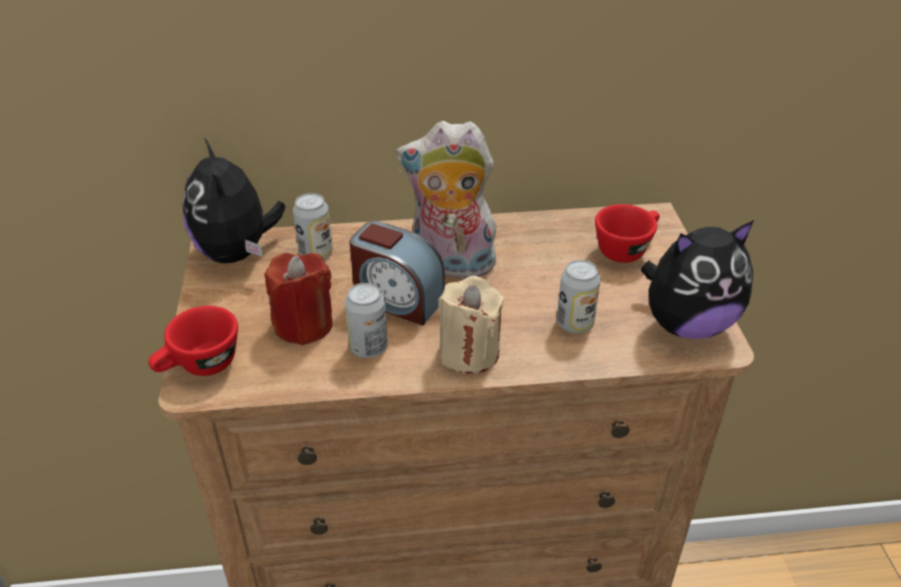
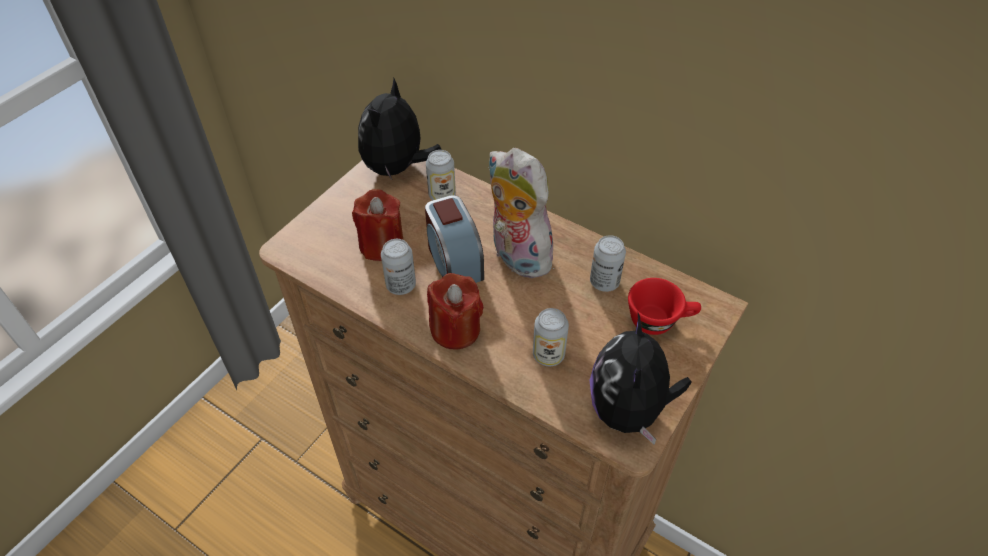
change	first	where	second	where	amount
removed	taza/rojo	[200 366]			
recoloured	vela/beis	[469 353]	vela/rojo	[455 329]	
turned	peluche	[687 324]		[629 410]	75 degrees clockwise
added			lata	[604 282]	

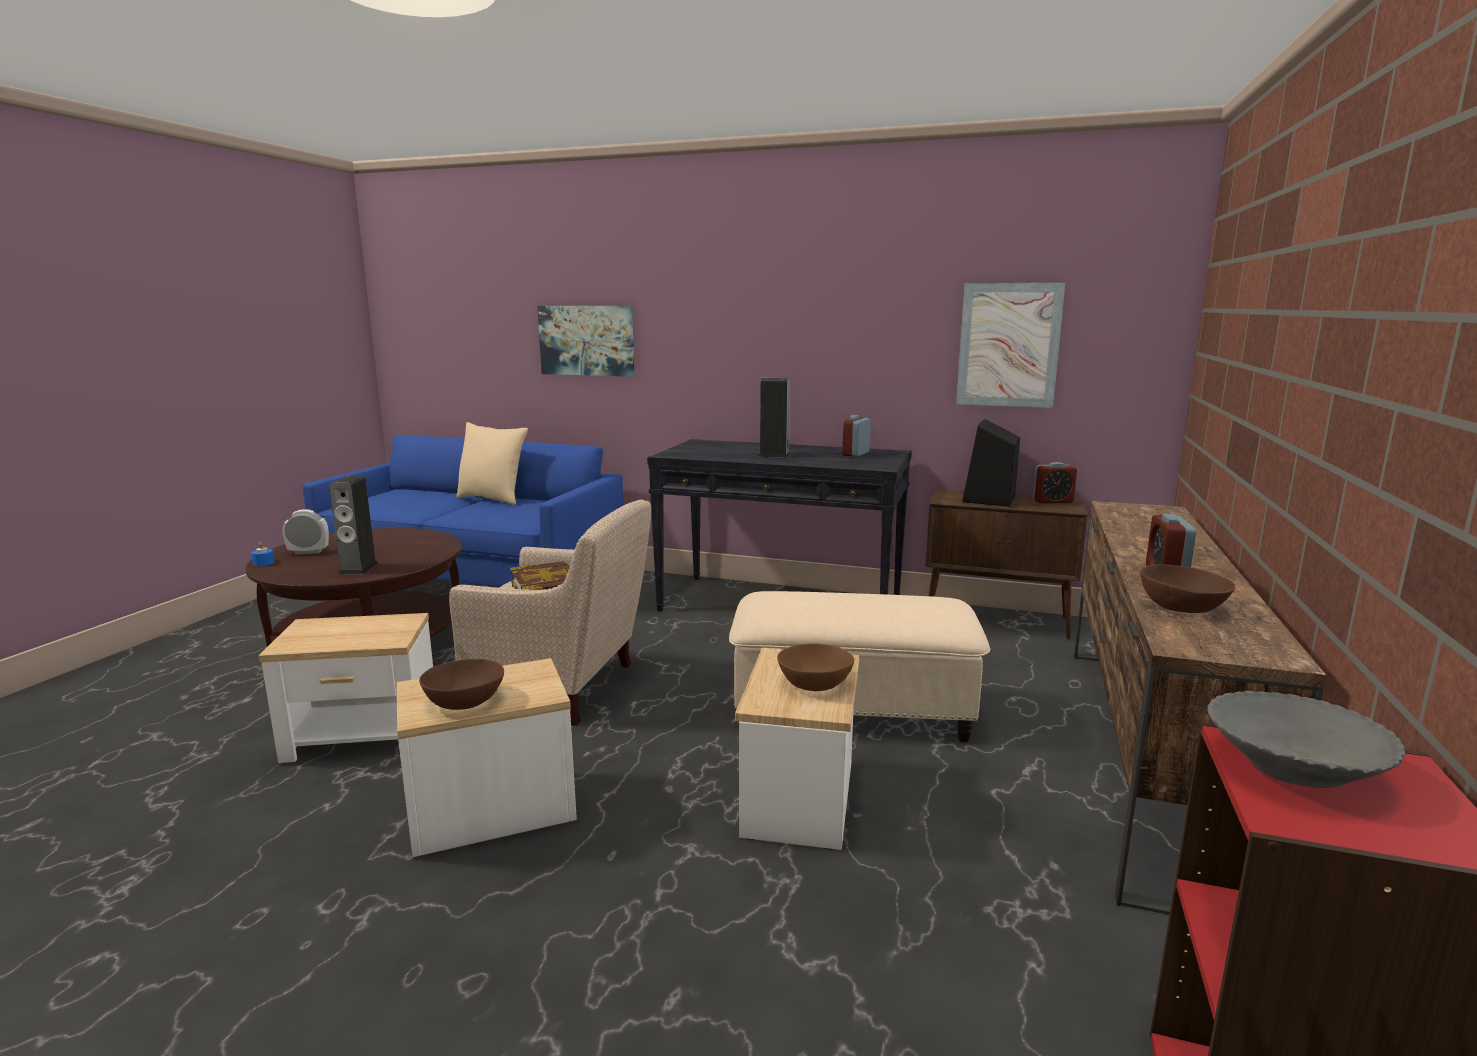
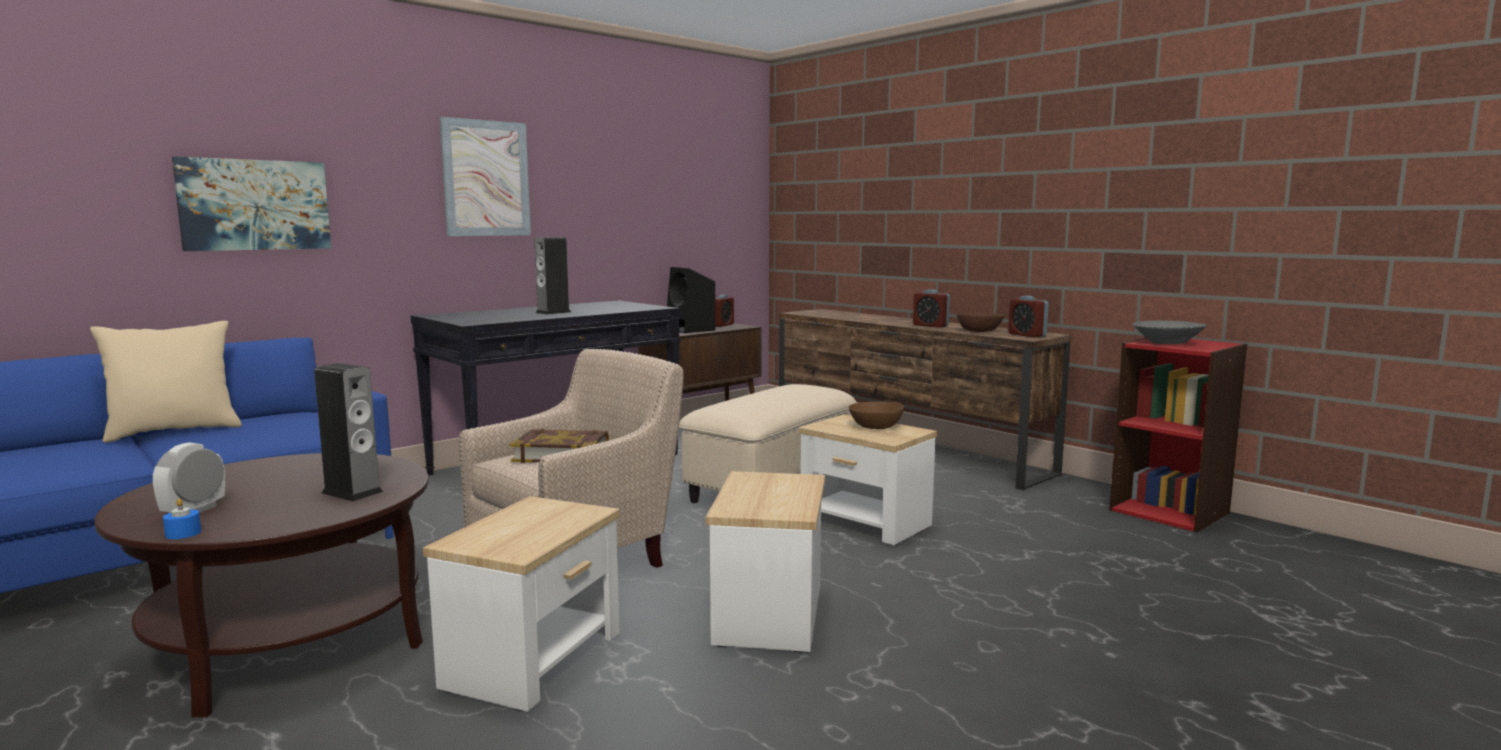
change	first	where	second	where	amount
removed	cuenco/marrón	[464 701]			
moved	despertador	[855 453]		[1027 335]	
moved	cuadro	[1008 345]		[486 178]	

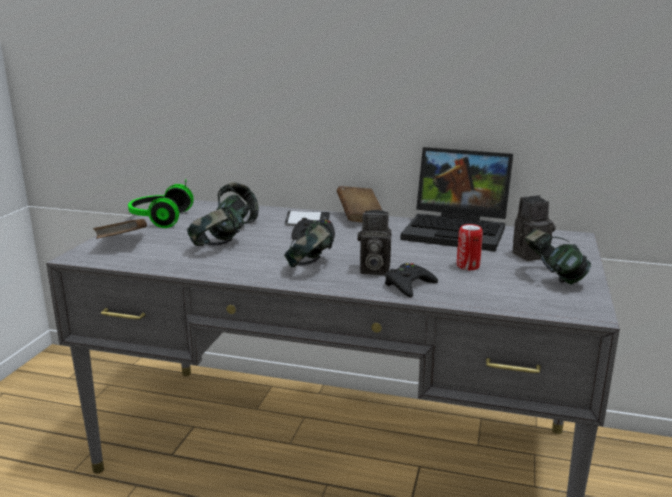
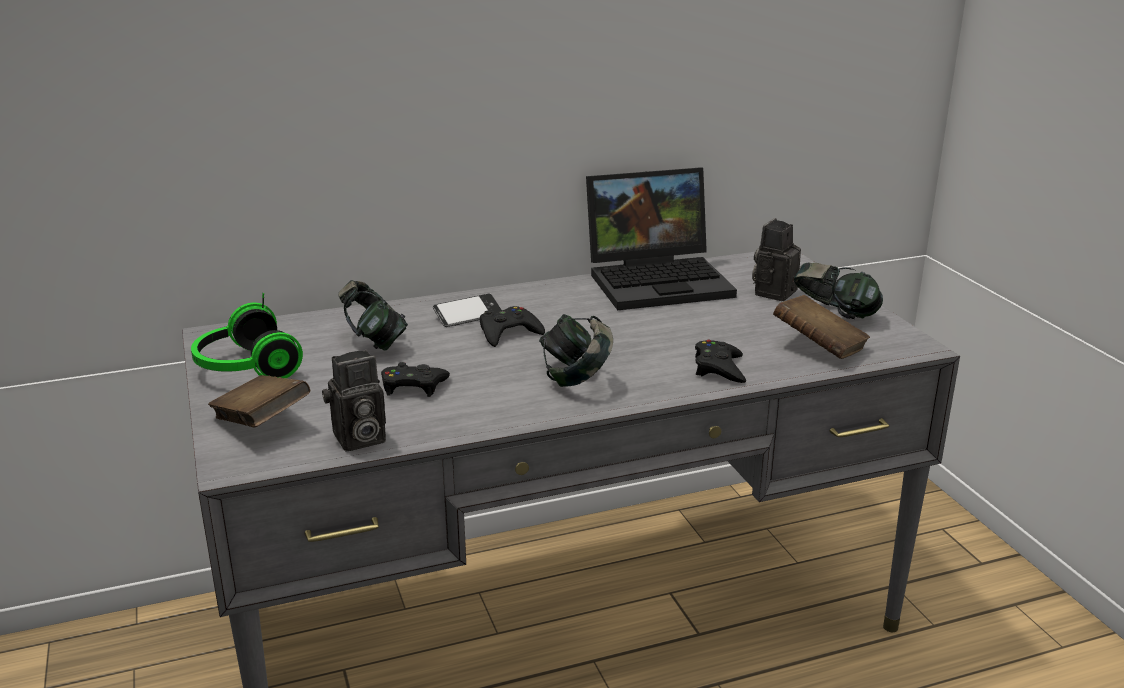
change	first	where	second	where	amount
replaced	auriculares	[218 247]	mando de consola/negro	[413 386]	
moved	libro/marrón	[360 218]		[818 347]	
moved	cámara	[373 270]		[357 440]	
removed	lata	[468 266]			

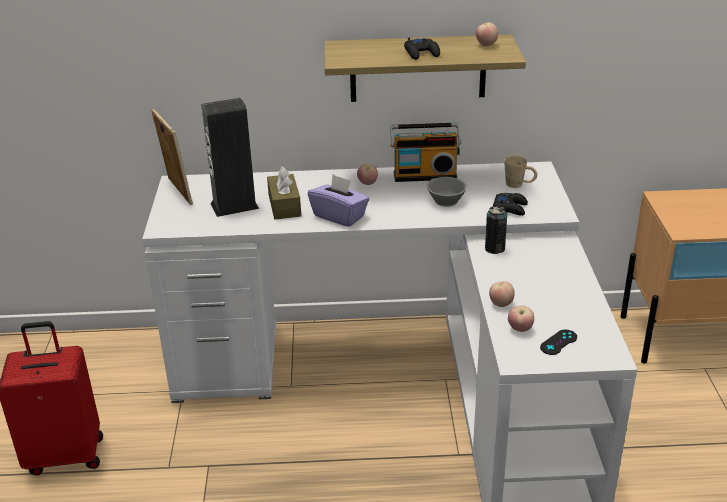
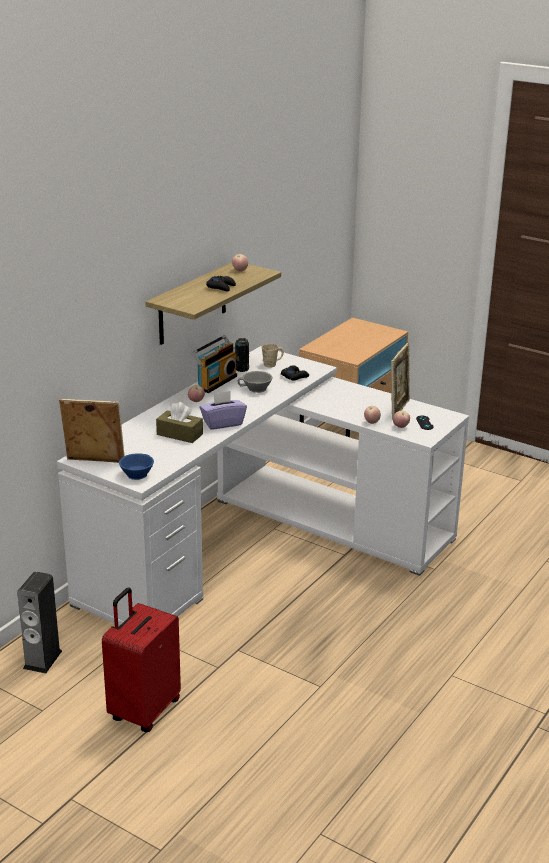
change	first	where	second	where	amount
moved	altavoz	[234 206]		[42 659]	
moved	lata	[494 249]		[242 369]	
added			taza/azul	[136 474]	
added			portarretratos	[398 409]	

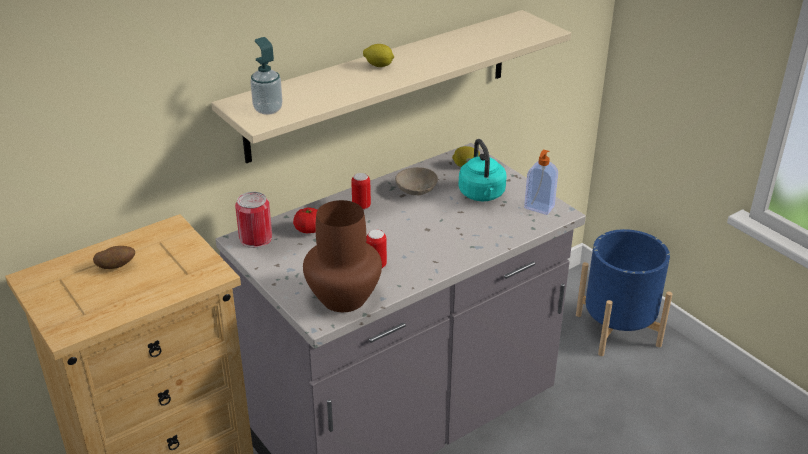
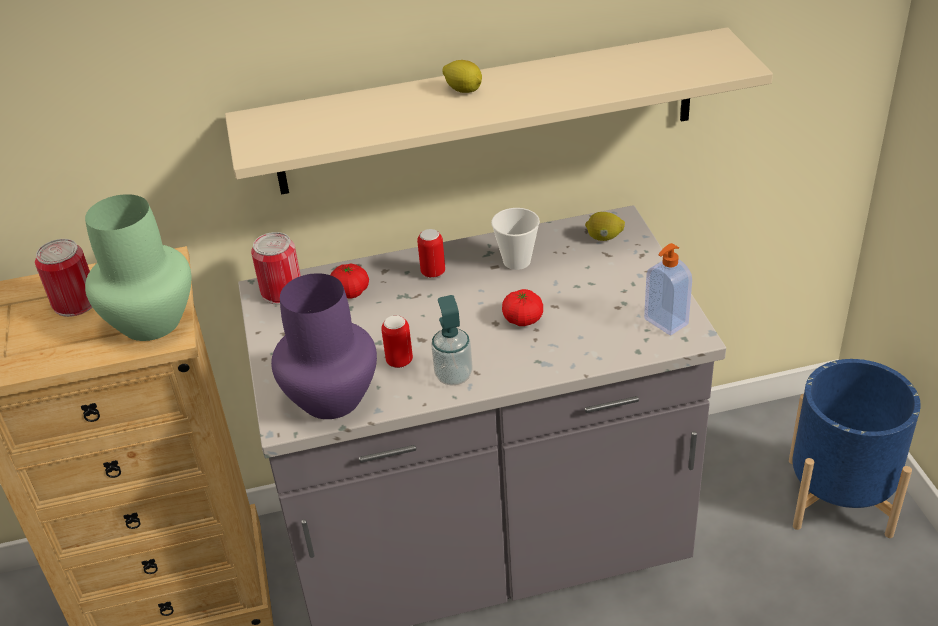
change	first	where	second	where	amount
replaced	patata	[116 267]	lata	[75 302]	
moved	dispensador de jabón	[268 109]		[453 376]	
recoloured	florero/marrón	[343 299]	florero/morado	[331 399]	
replaced	cuenco/beis	[415 189]	taza	[517 261]	
removed	hervidor/turquesa	[482 195]			
added			florero/verde	[153 322]	
added			tomate	[523 319]	

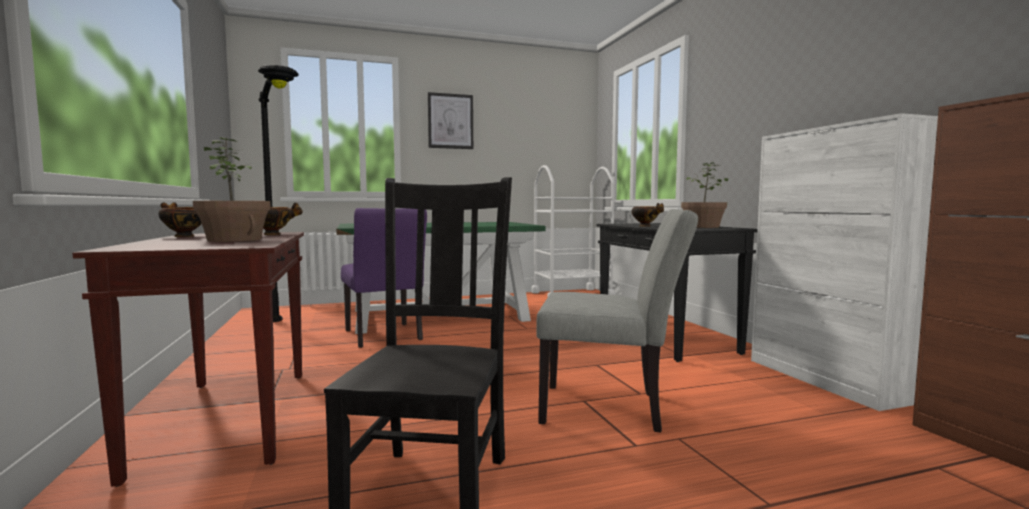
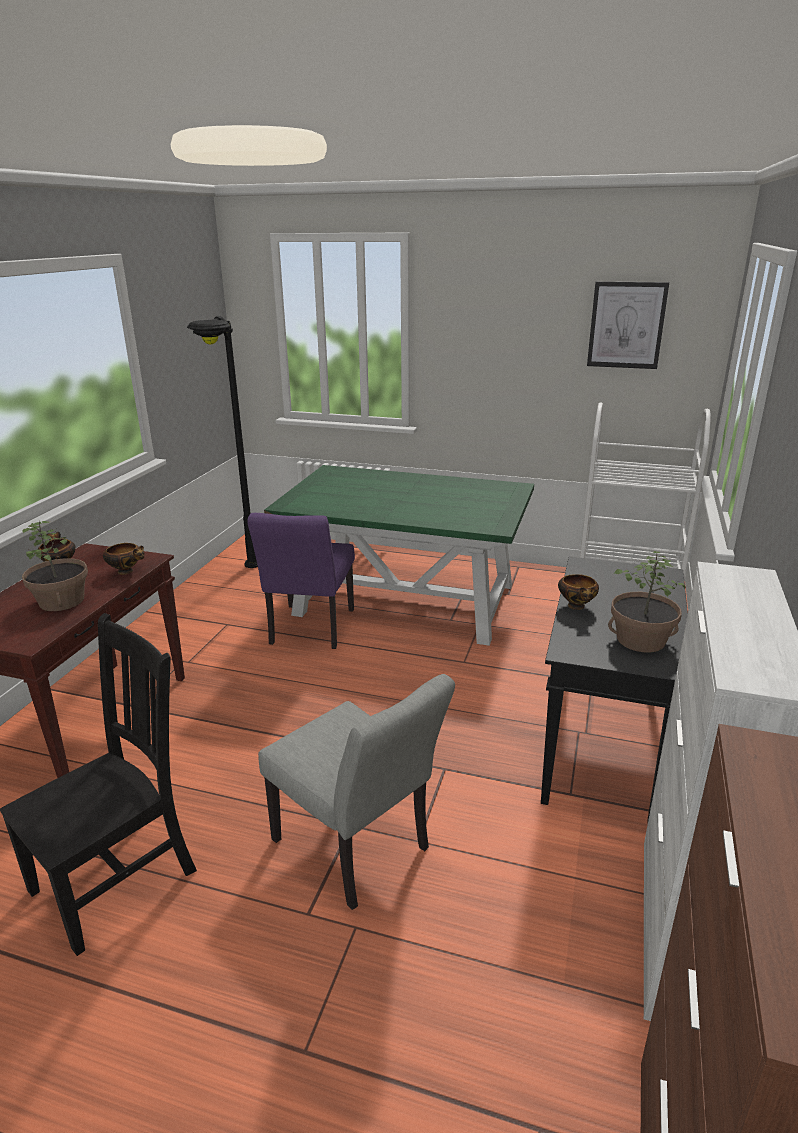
change	first	where	second	where	amount
moved	cuadro	[450 121]		[626 325]	

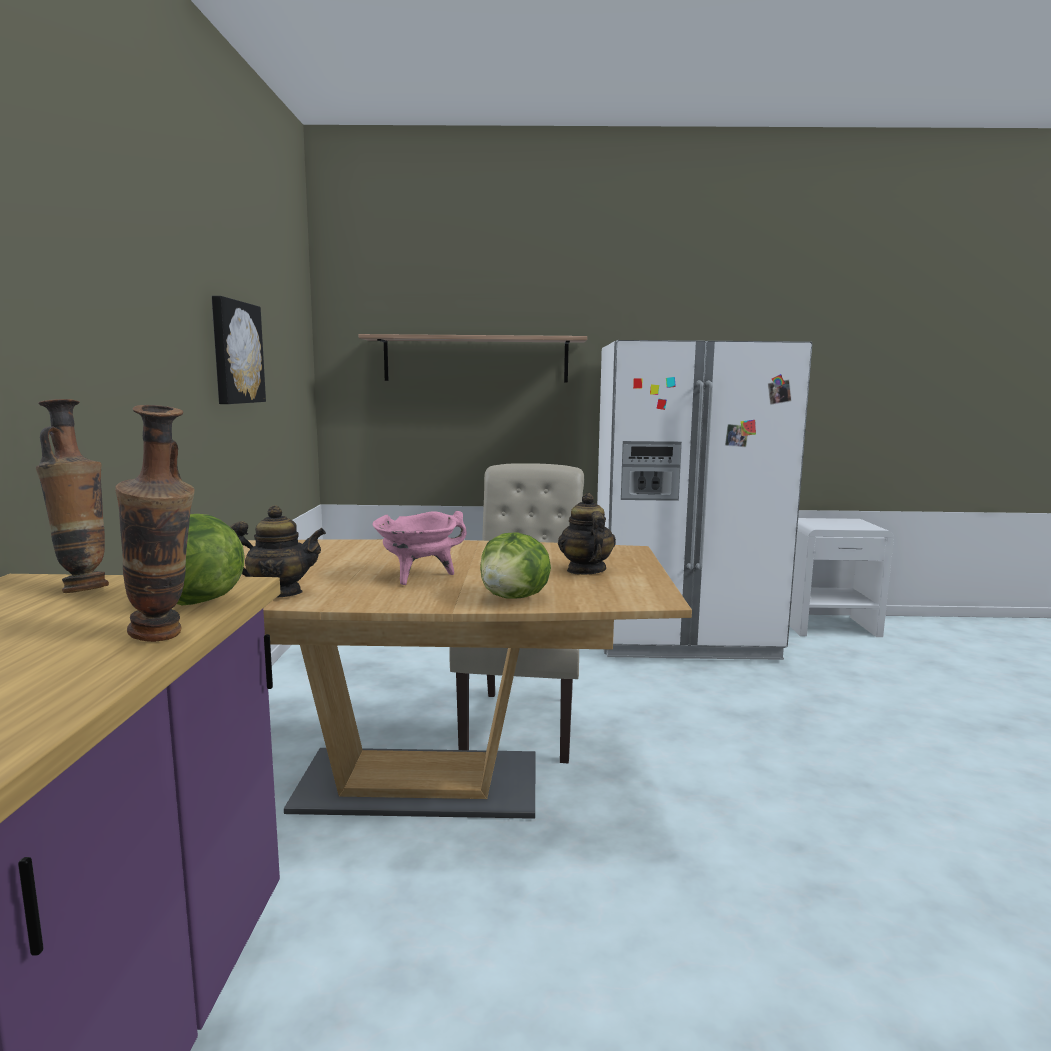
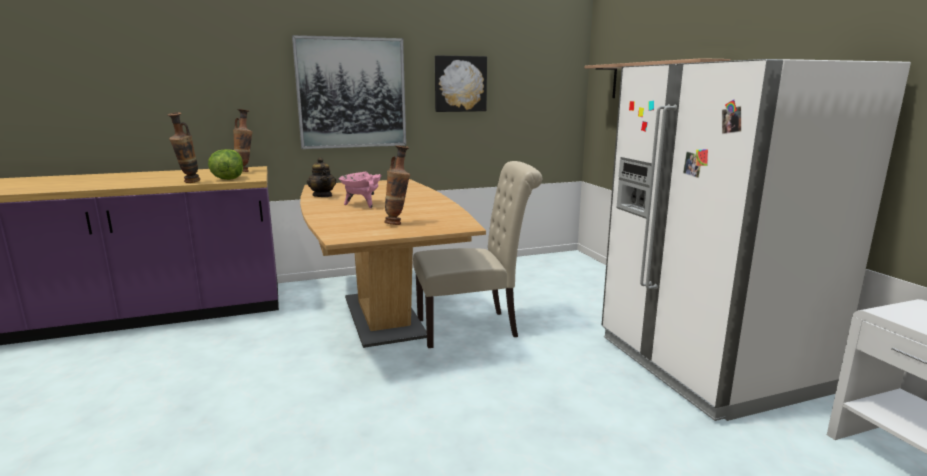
change	first	where	second	where	amount
removed	lechuga	[515 598]			
replaced	tetera	[585 570]	florero	[398 224]	
added			cuadro	[351 93]	

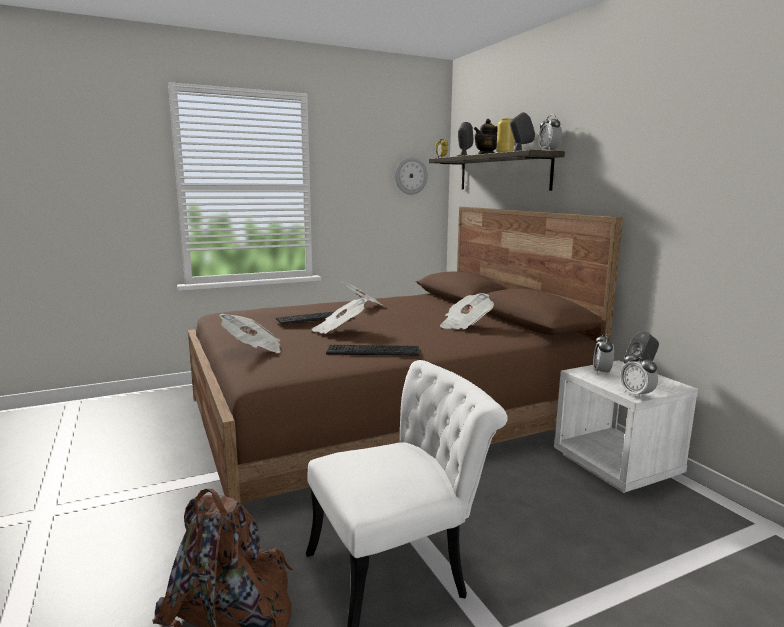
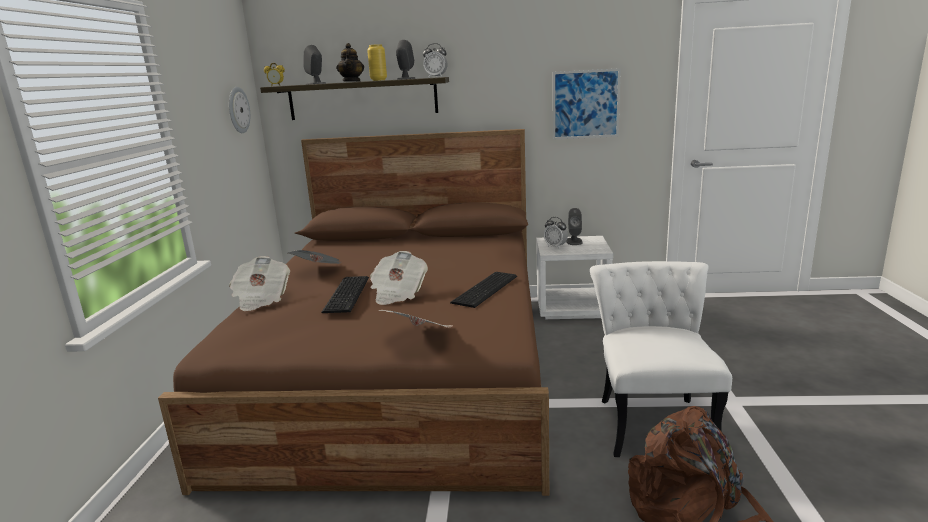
change	first	where	second	where	amount
moved	periódico	[465 325]		[261 298]	
removed	despertador	[636 394]			
added			cuadro	[585 104]	

